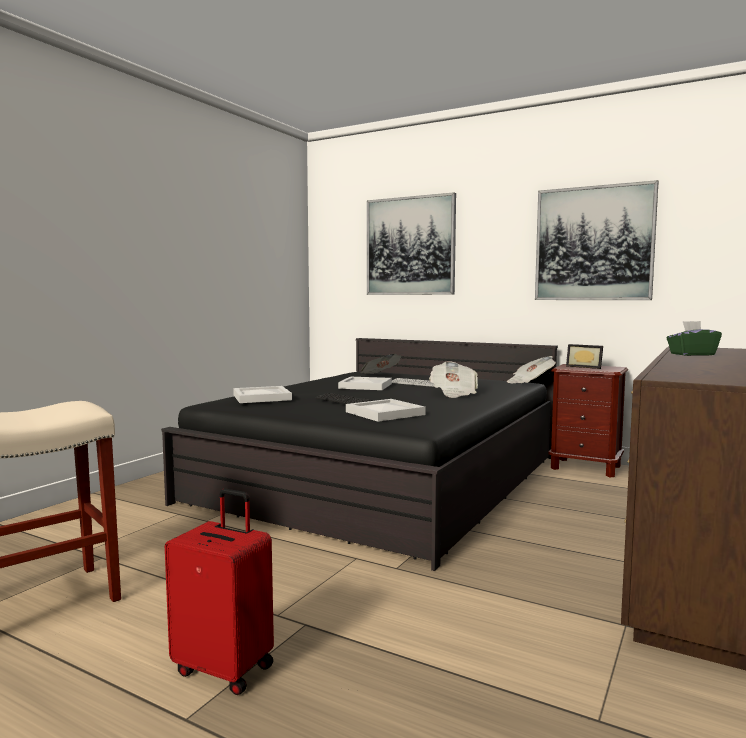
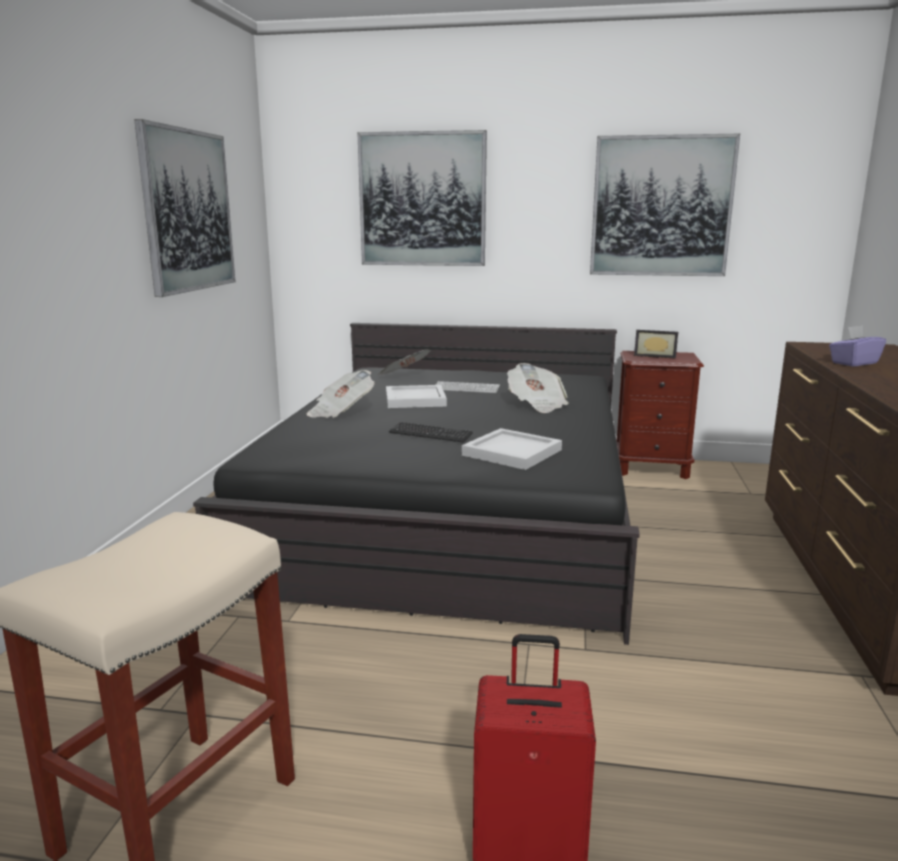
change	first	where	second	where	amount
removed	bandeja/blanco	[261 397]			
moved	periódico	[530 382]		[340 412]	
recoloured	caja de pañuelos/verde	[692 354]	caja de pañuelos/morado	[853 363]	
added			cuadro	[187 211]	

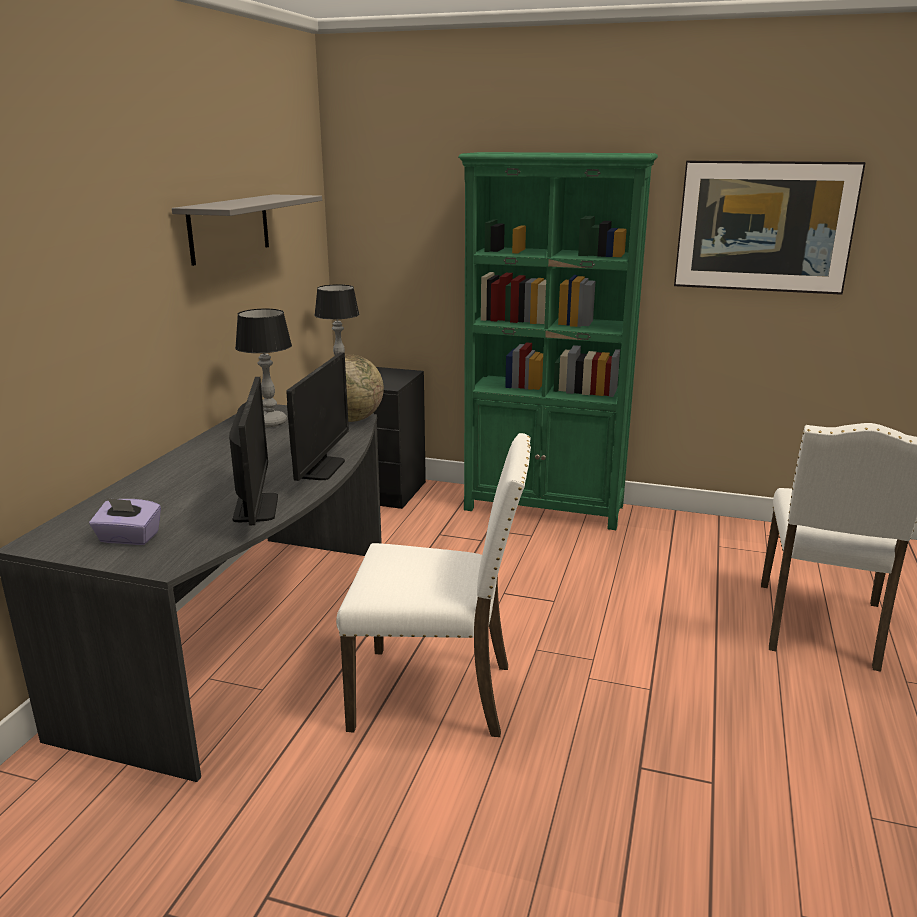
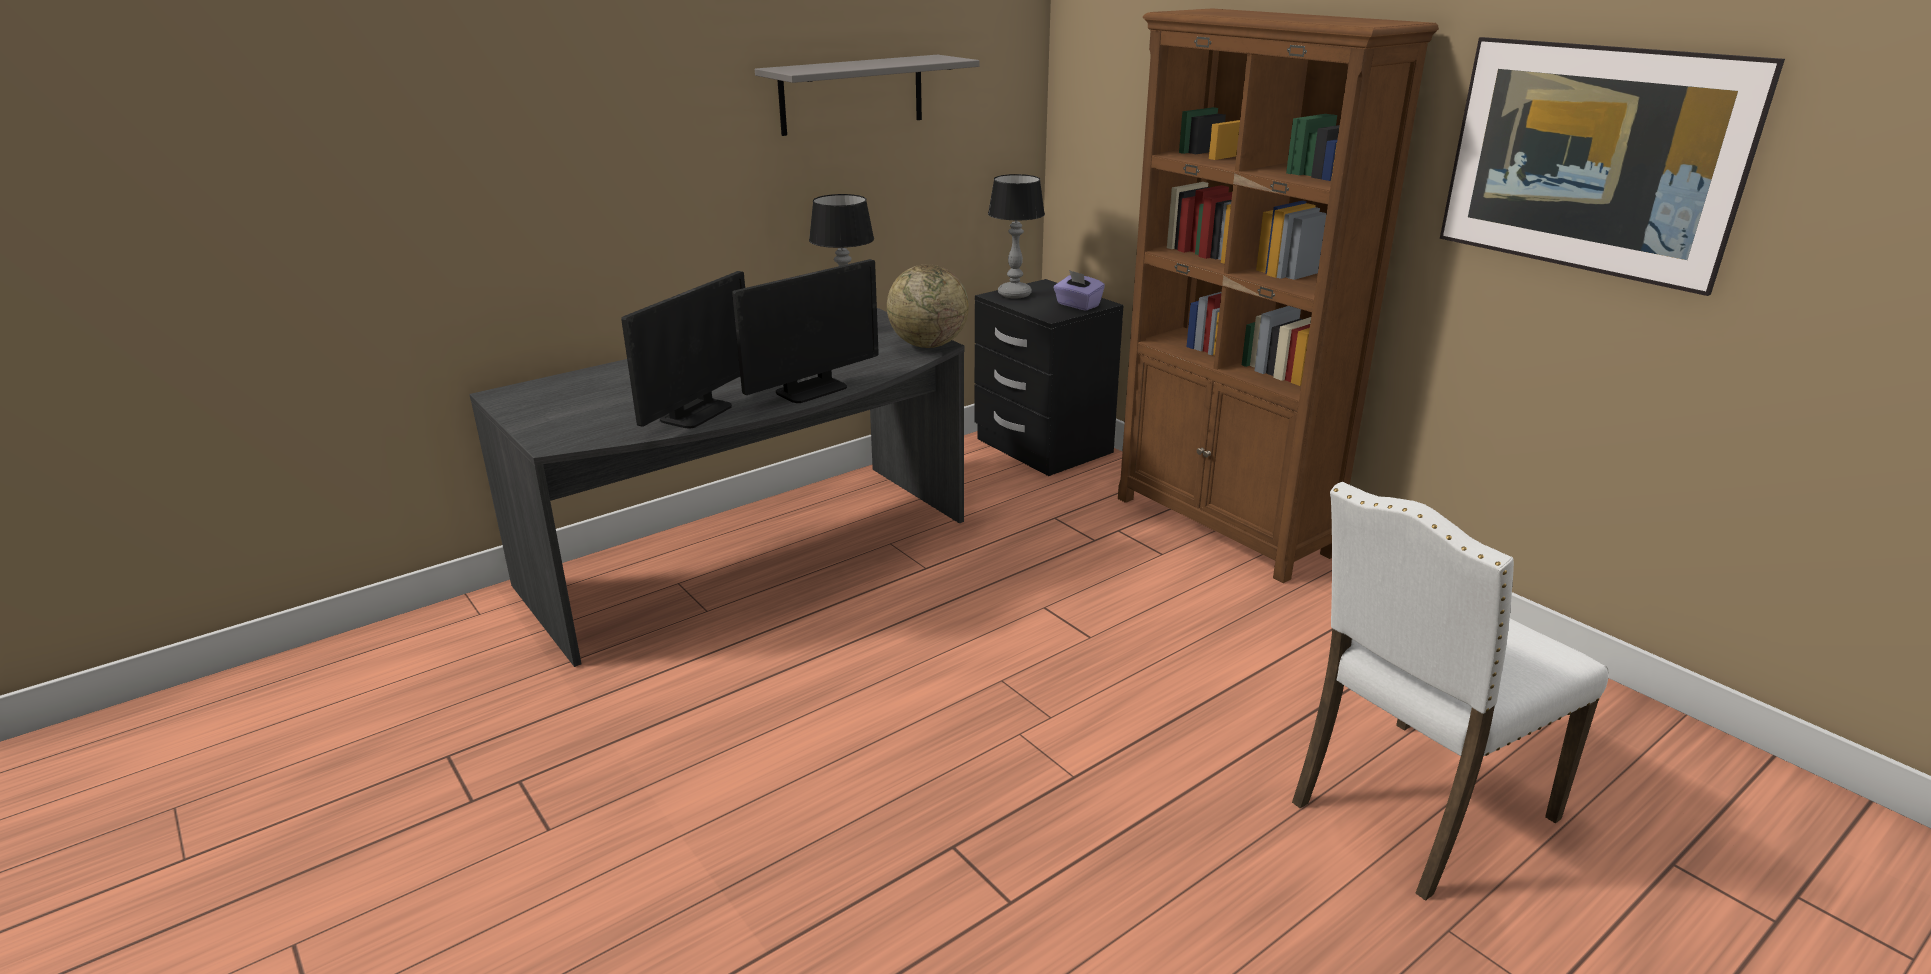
change	first	where	second	where	amount
moved	caja de pañuelos/morado	[129 538]		[1077 305]	
removed	silla/blanco	[437 694]			
recoloured	estantería/verde	[545 508]	estantería/marrón	[1223 526]	

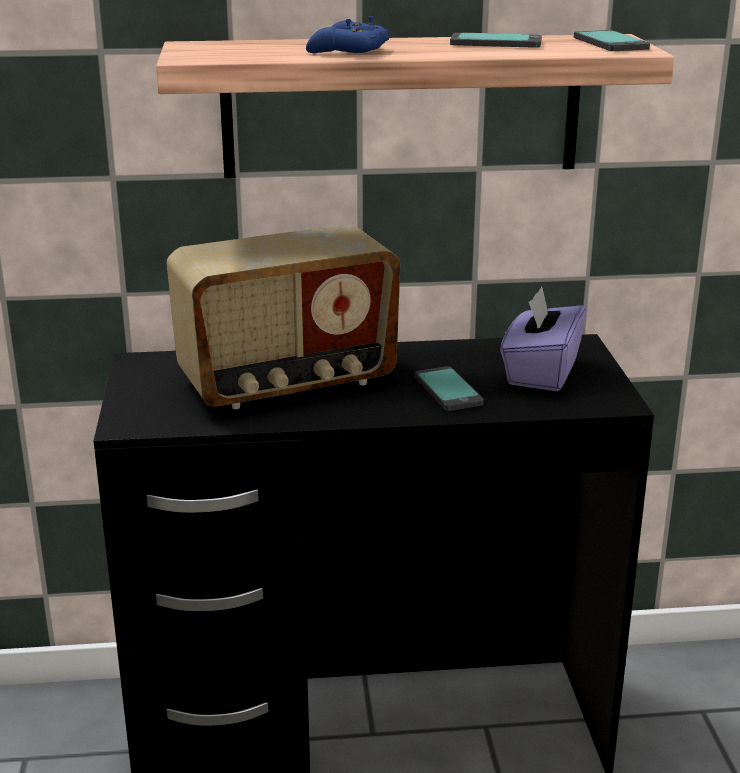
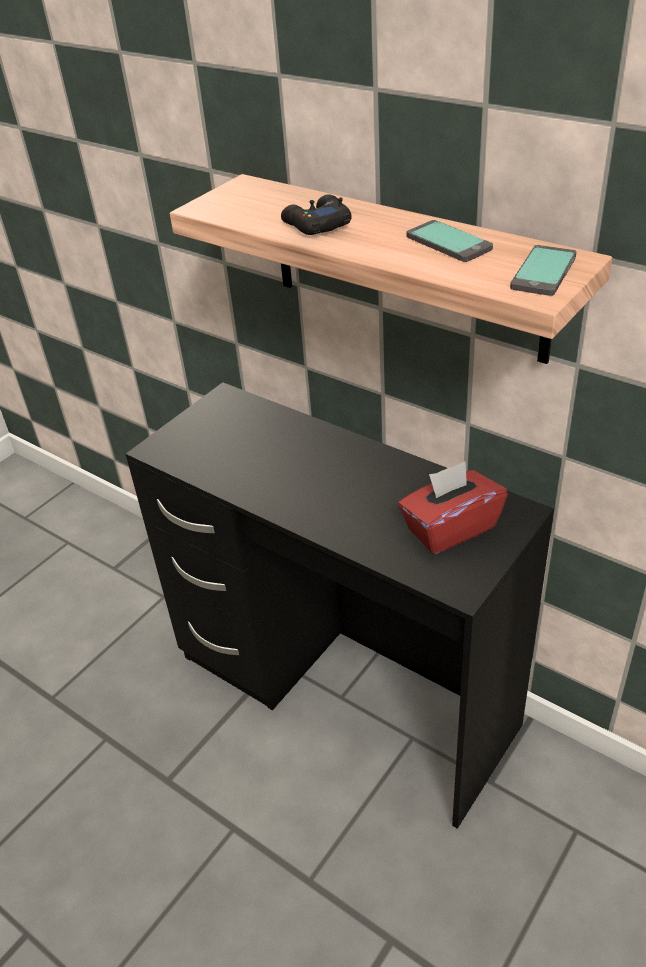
change	first	where	second	where	amount
removed	radio	[288 383]			
recoloured	mando de consola/azul	[346 50]	mando de consola/negro	[316 224]	
removed	móvil	[448 390]			
recoloured	caja de pañuelos/morado	[540 372]	caja de pañuelos/rojo	[450 528]	

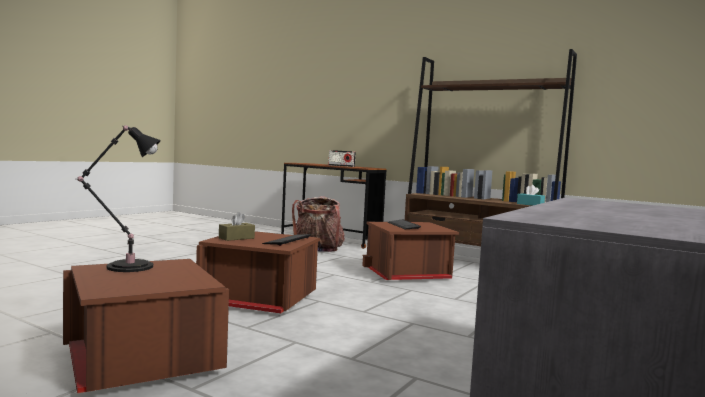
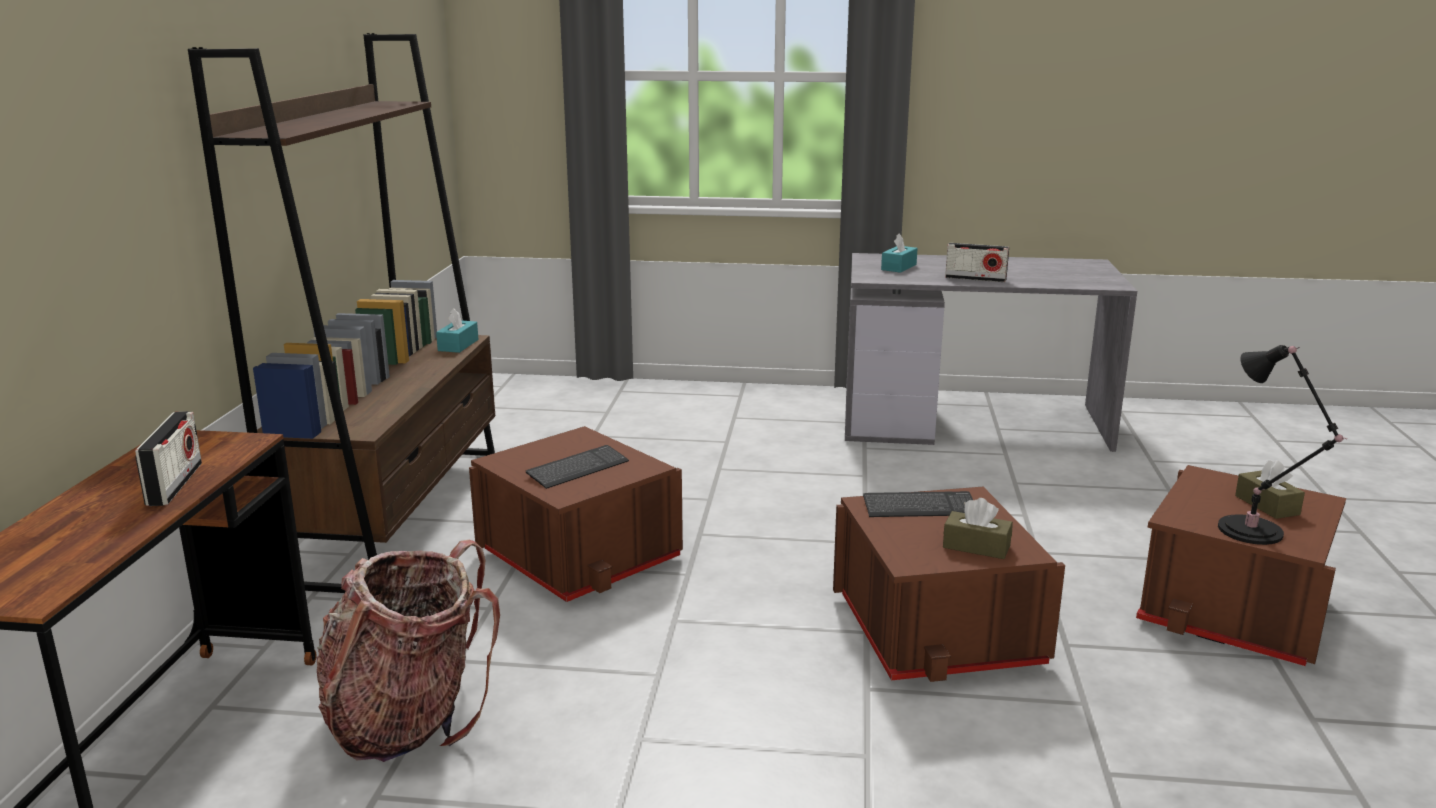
change	first	where	second	where	amount
added			caja de pañuelos/turquesa	[898 267]	
added			radio	[975 279]	
added			caja de pañuelos/marrón	[1267 505]	

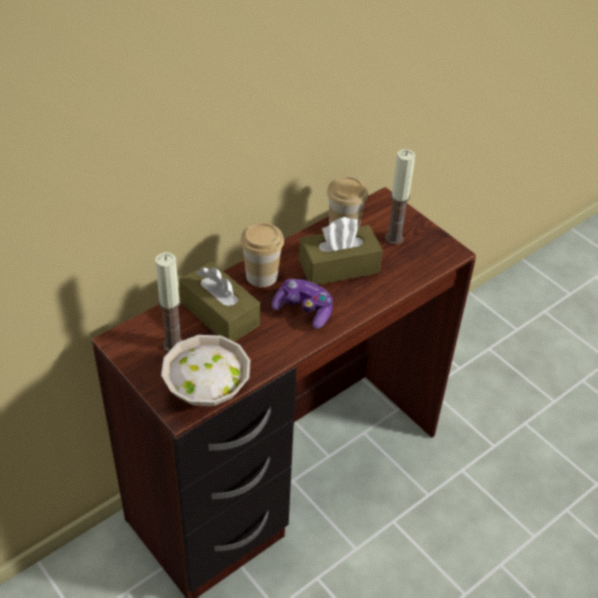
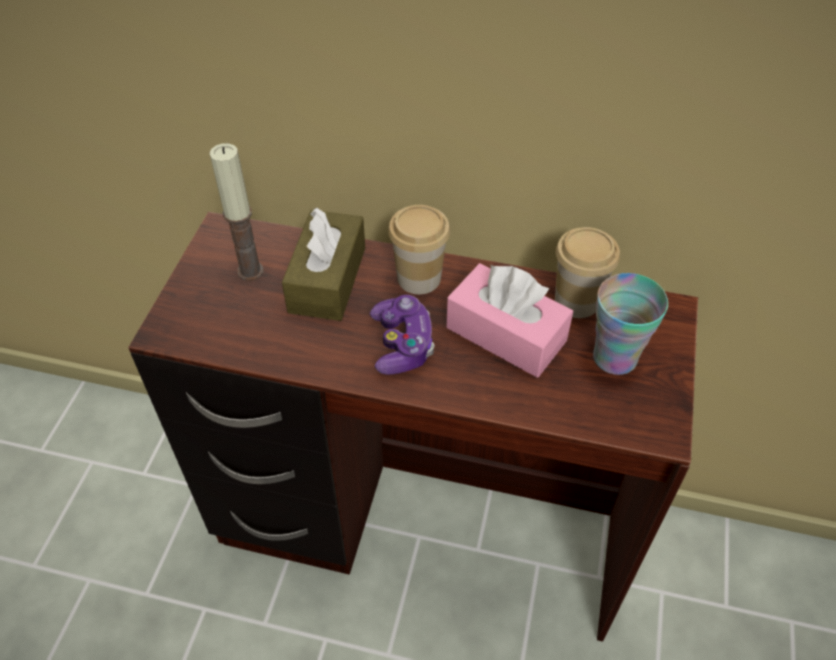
change	first	where	second	where	amount
removed	cuenco/blanco	[205 392]			
recoloured	caja de pañuelos/marrón	[339 267]	caja de pañuelos/rosa	[506 334]	
replaced	vela	[394 238]	taza	[615 358]	

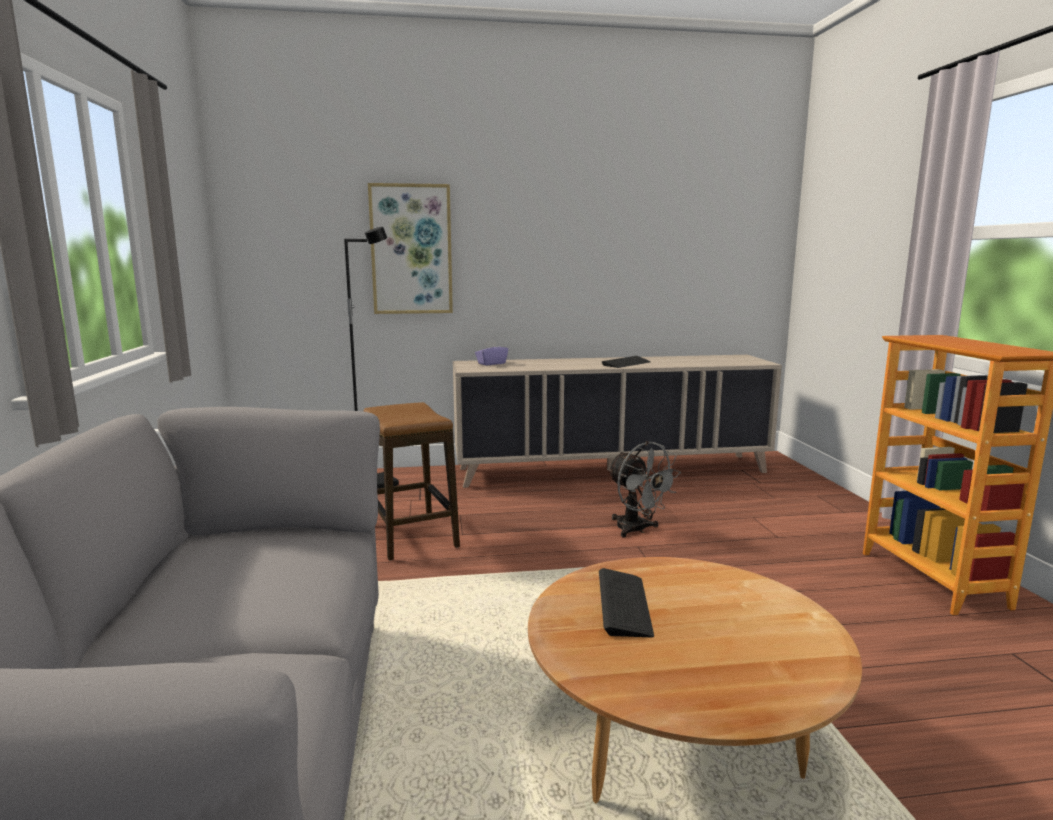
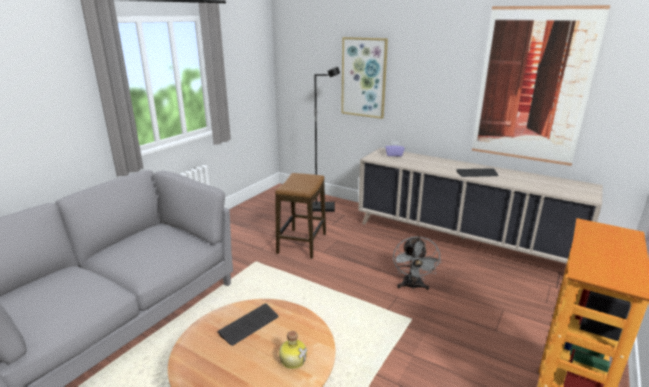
change	first	where	second	where	amount
added			botella	[293 359]	
added			cuadro	[532 86]	

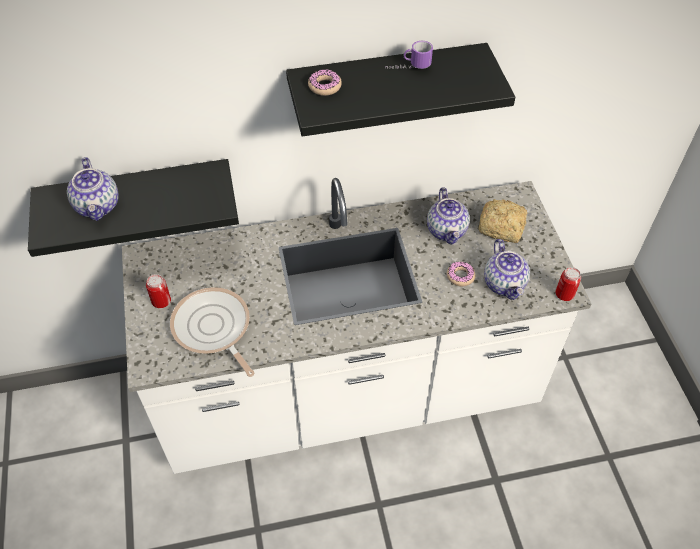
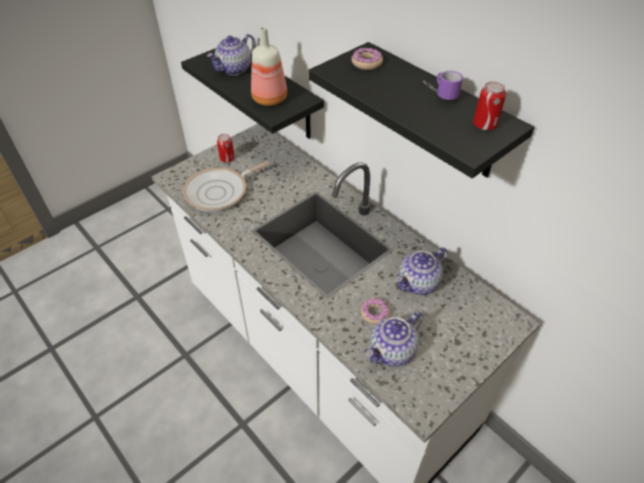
change	first	where	second	where	amount
turned	sartén	[213 329]		[220 192]	150 degrees counterclockwise
removed	pan	[503 227]			
moved	lata	[564 294]		[484 125]	
added			botella	[270 98]	

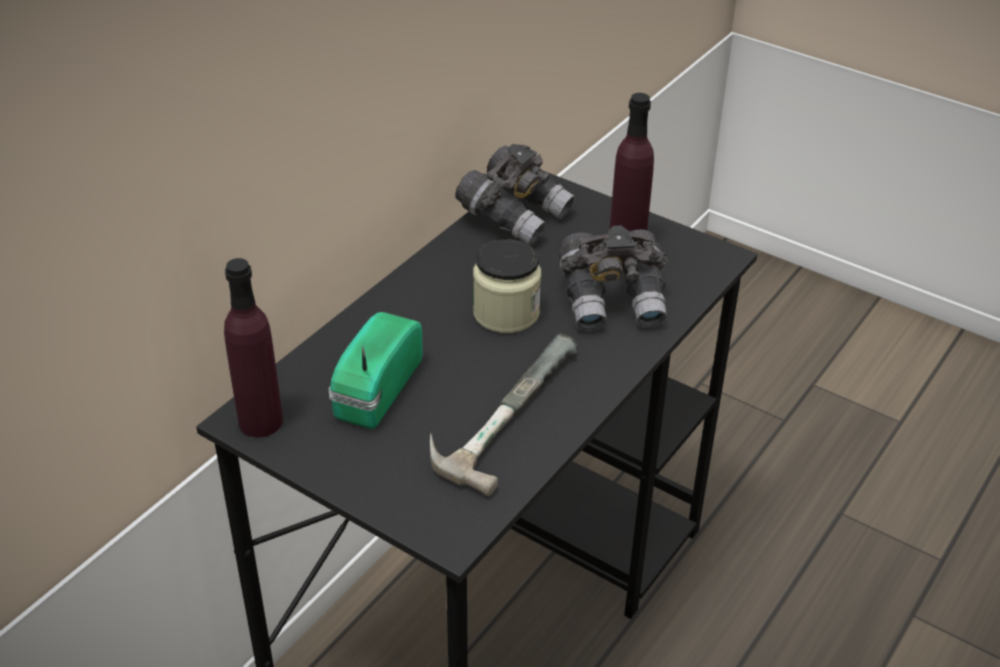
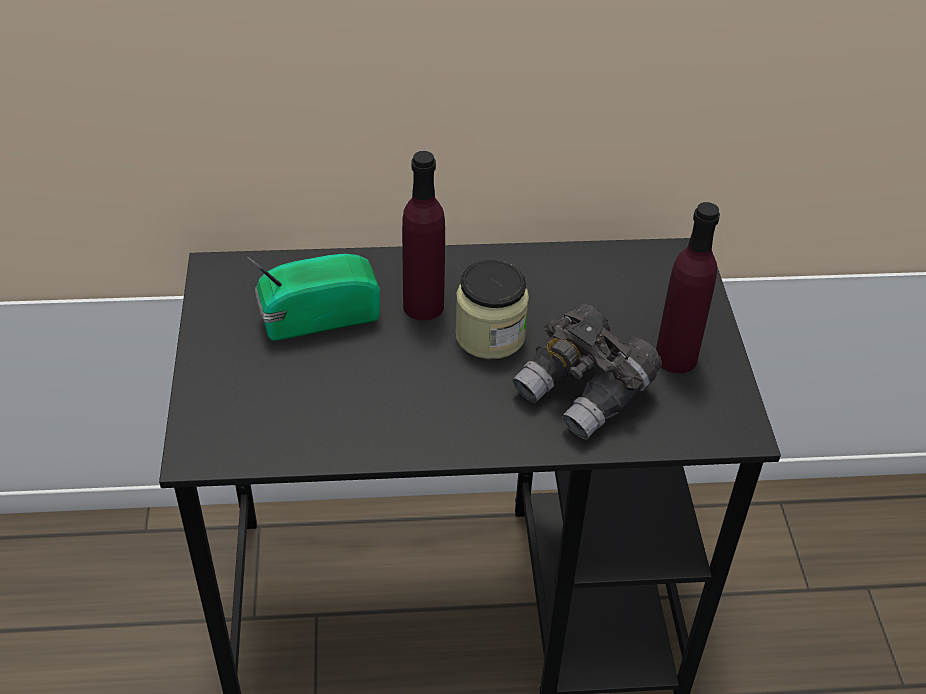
change	first	where	second	where	amount
moved	botella/morado	[260 421]		[423 306]	
removed	martillo	[500 409]			
removed	prismáticos/gris	[515 215]			

